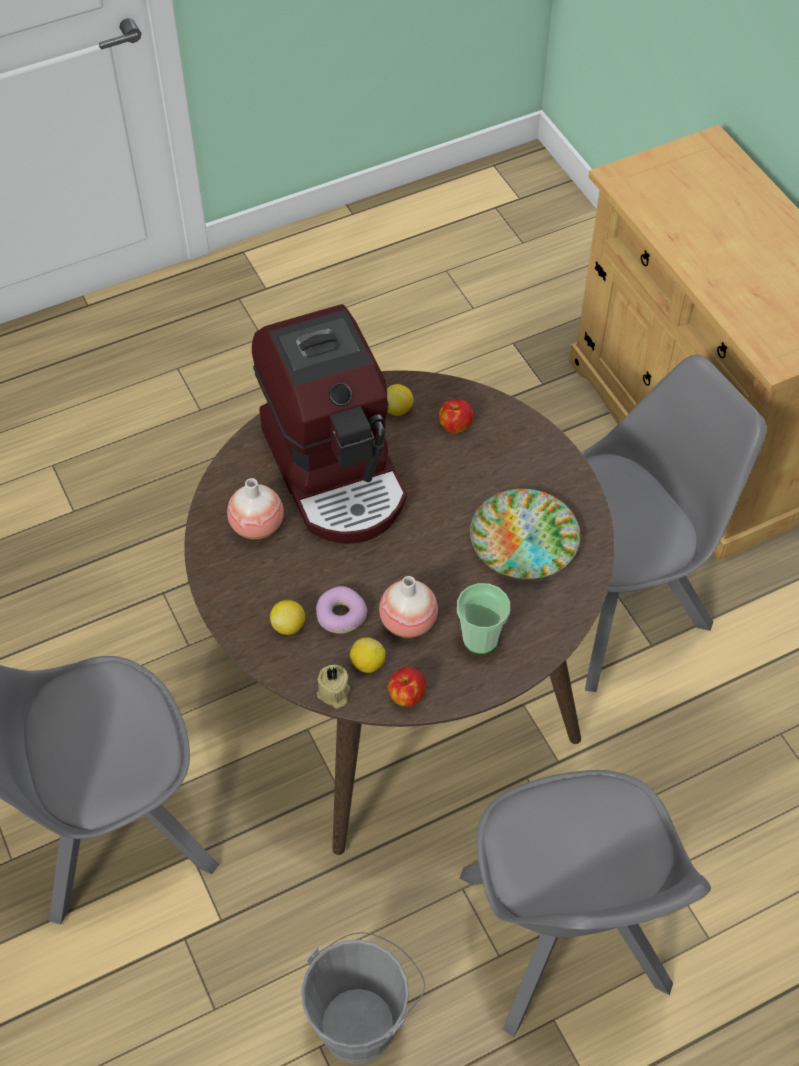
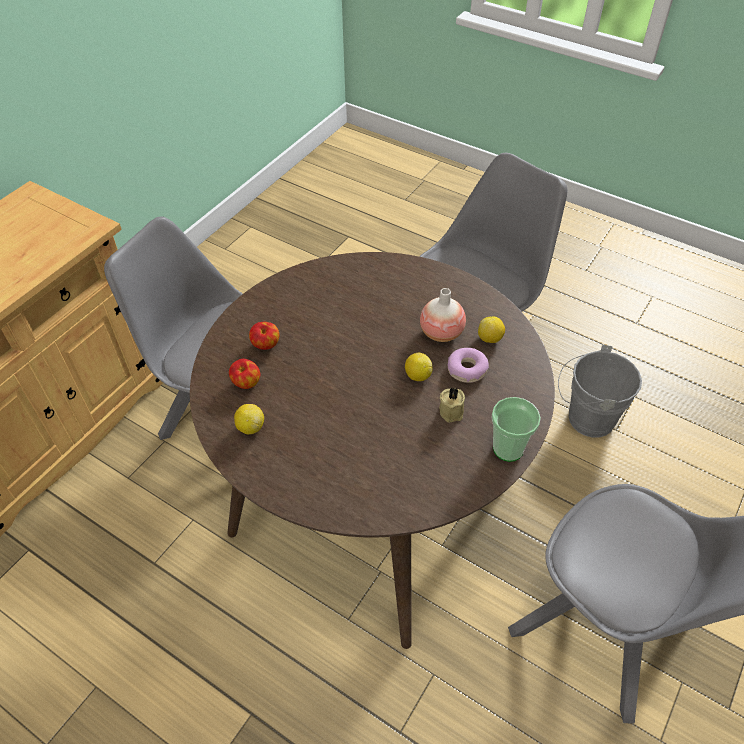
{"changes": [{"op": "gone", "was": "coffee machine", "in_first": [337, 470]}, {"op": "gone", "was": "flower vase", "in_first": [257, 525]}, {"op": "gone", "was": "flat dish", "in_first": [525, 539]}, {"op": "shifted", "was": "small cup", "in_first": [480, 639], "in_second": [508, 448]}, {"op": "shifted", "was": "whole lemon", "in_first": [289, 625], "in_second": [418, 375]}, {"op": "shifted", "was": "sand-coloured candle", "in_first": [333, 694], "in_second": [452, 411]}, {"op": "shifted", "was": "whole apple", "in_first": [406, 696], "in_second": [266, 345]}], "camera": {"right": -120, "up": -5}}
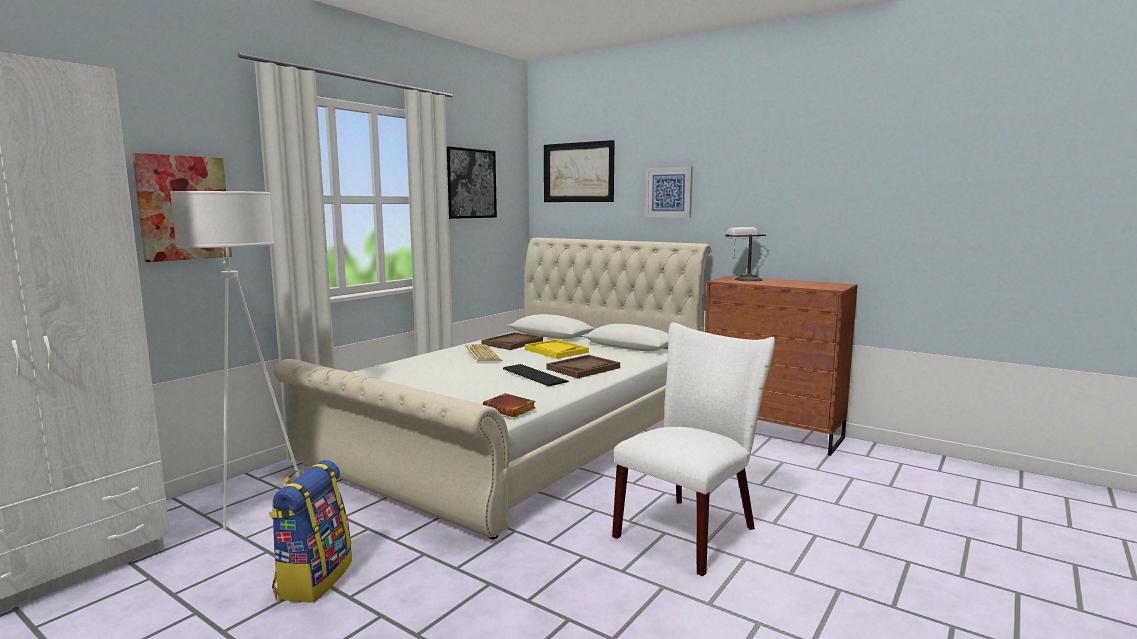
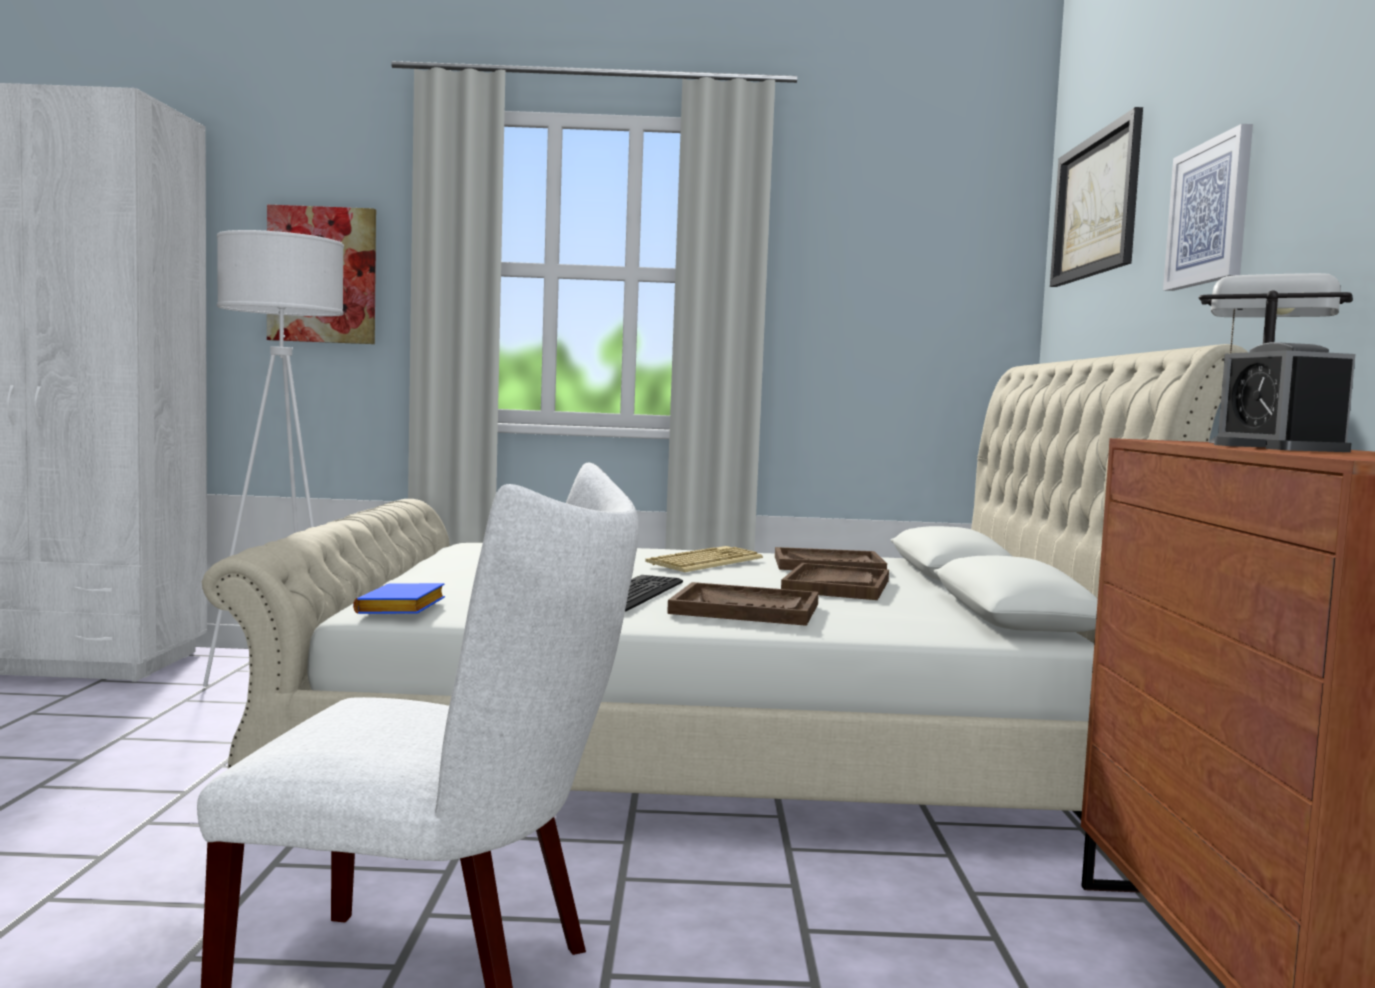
{"changes": [{"op": "gone", "was": "wall picture", "in_first": [469, 183]}, {"op": "repainted", "was": "yellowish carrying tray", "now": "brown-coloured carrying tray", "in_first": [556, 351], "in_second": [836, 586]}, {"op": "repainted", "was": "brown-coloured book", "now": "blue-coloured book", "in_first": [511, 410], "in_second": [402, 609]}, {"op": "gone", "was": "knapsack", "in_first": [313, 579]}, {"op": "new", "now": "table clock", "in_second": [1279, 448]}], "camera": {"right": 55, "up": -5}}
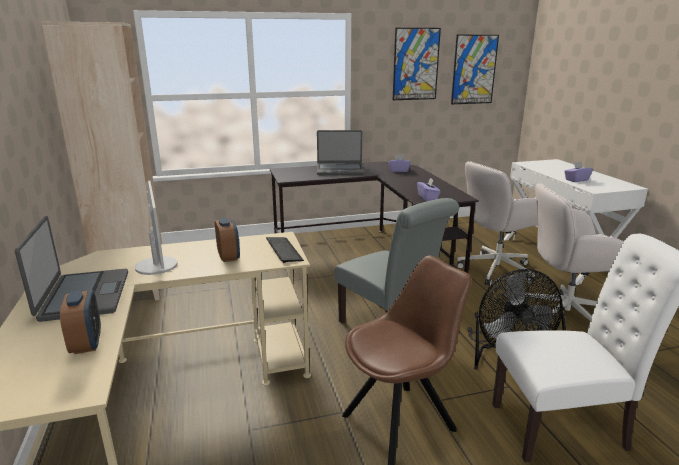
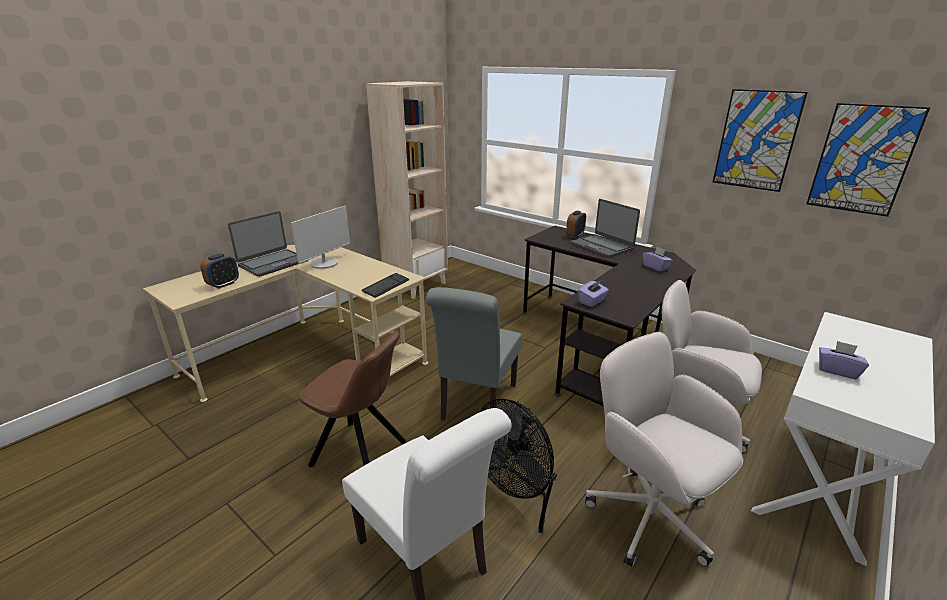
{"changes": [{"op": "shifted", "was": "table clock", "in_first": [228, 257], "in_second": [575, 235]}], "camera": {"right": 55, "up": 5}}
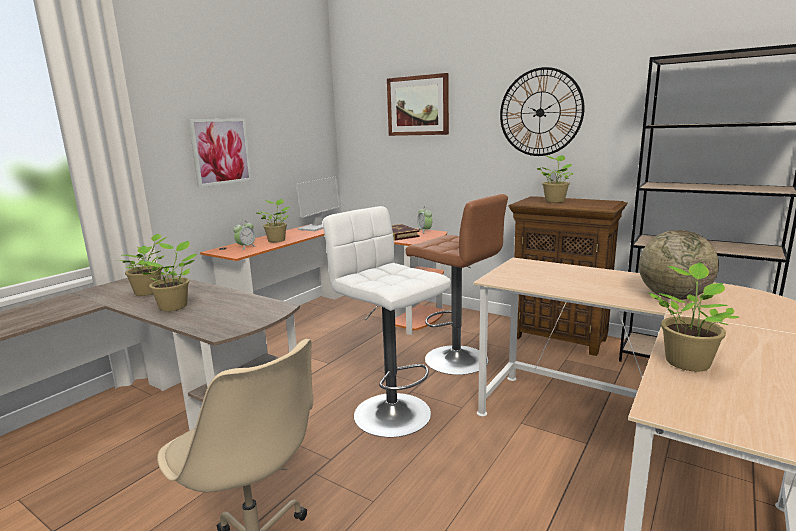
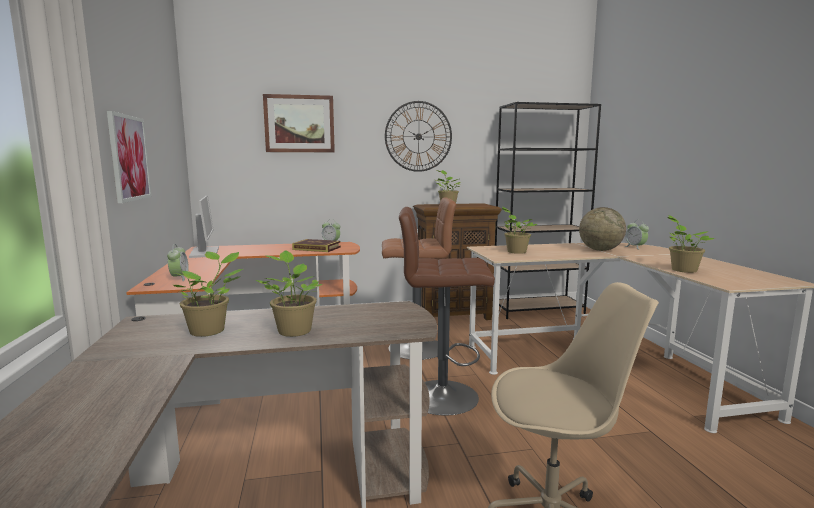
{"changes": [{"op": "shifted", "was": "potted plant", "in_first": [277, 240], "in_second": [515, 251]}, {"op": "repainted", "was": "whitish sitting stool", "now": "brown-coloured sitting stool", "in_first": [392, 413], "in_second": [441, 397]}, {"op": "new", "now": "table clock", "in_second": [635, 247]}], "camera": {"right": -45, "up": -5}}
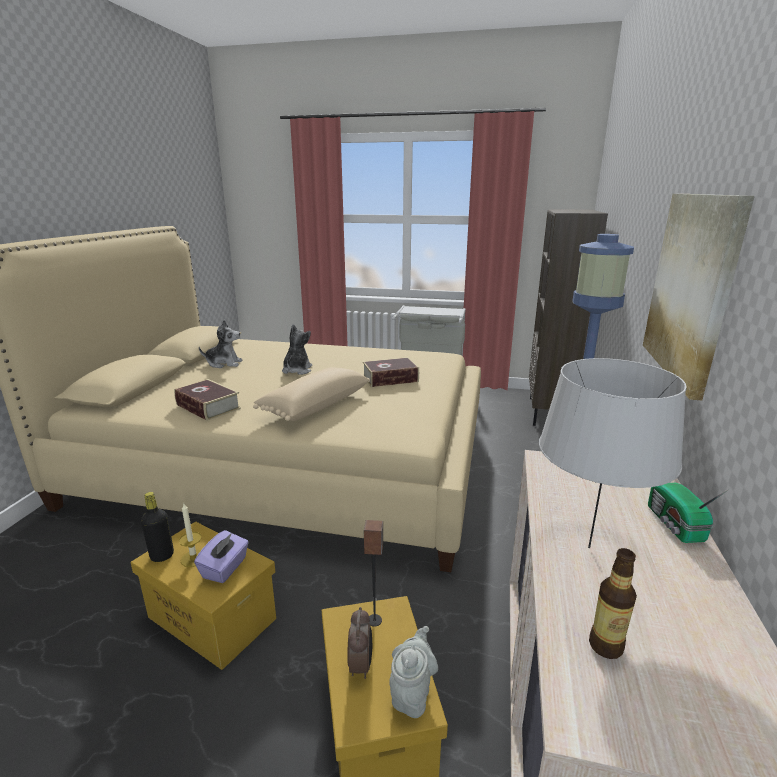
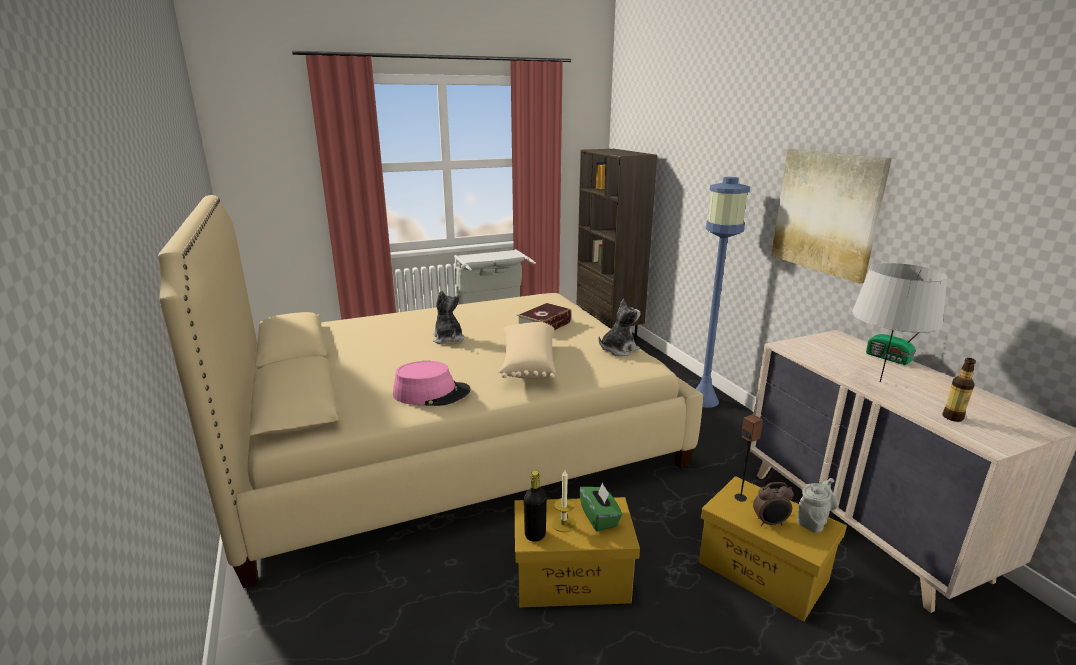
{"changes": [{"op": "shifted", "was": "cuddly toy", "in_first": [224, 363], "in_second": [618, 350]}, {"op": "swapped", "was": "book", "now": "pink-coloured clothing hat", "in_first": [208, 407], "in_second": [431, 393]}, {"op": "repainted", "was": "purple-coloured tissue holder", "now": "green-coloured tissue holder", "in_first": [225, 568], "in_second": [599, 518]}, {"op": "rotated", "was": "table clock", "in_first": [361, 665], "in_second": [770, 523], "clockwise": 120}, {"op": "rotated", "was": "grey tea pot", "in_first": [412, 693], "in_second": [813, 521], "clockwise": 60}], "camera": {"right": -35, "up": 0}}
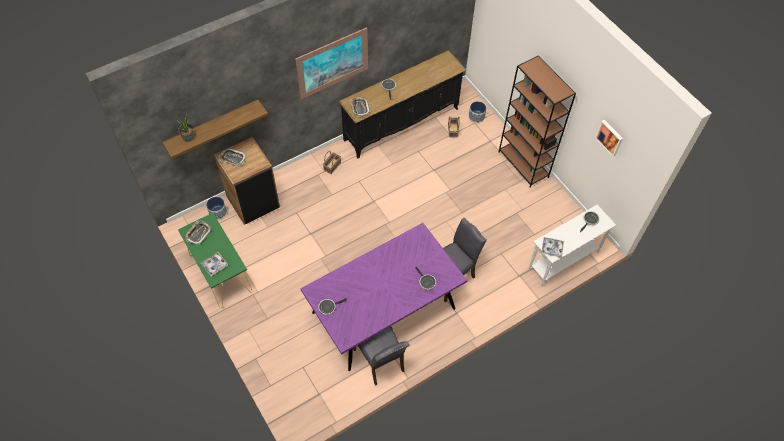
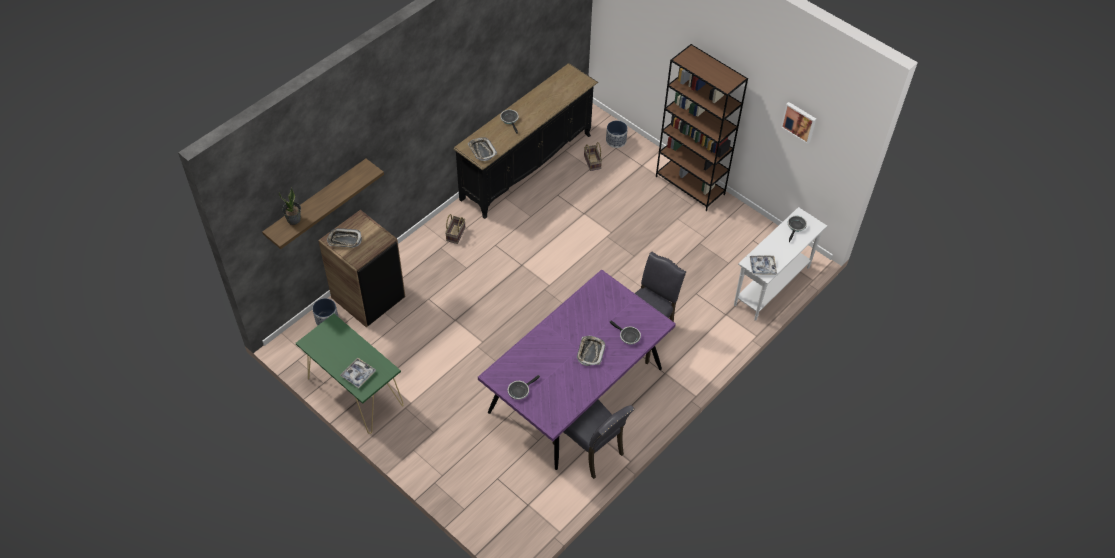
{"changes": [{"op": "gone", "was": "wall picture", "in_first": [333, 63]}, {"op": "shifted", "was": "carrying tray", "in_first": [198, 233], "in_second": [590, 352]}], "camera": {"right": -15, "up": -5}}
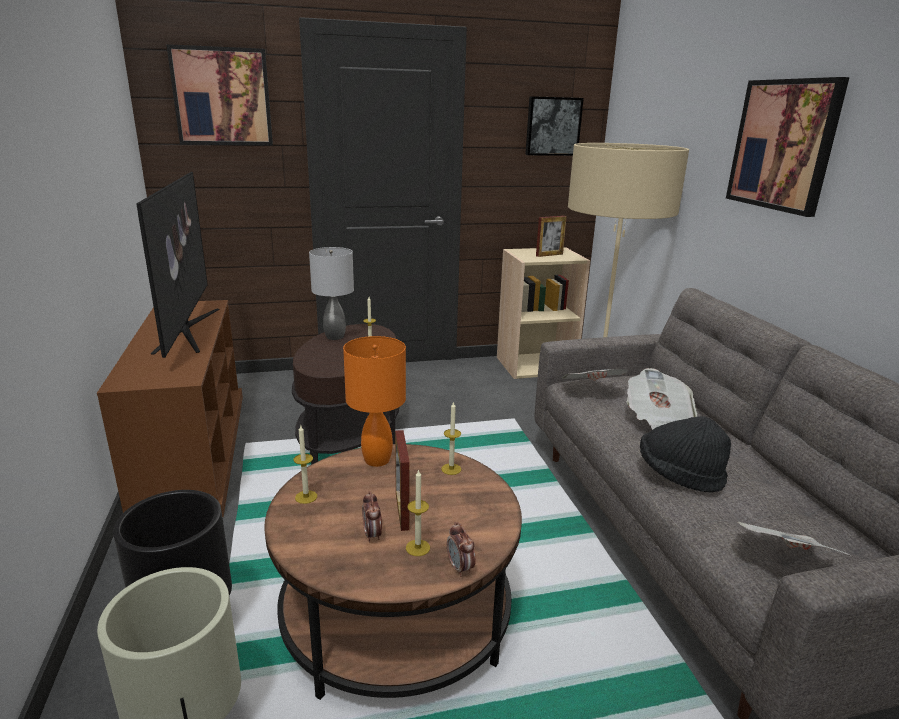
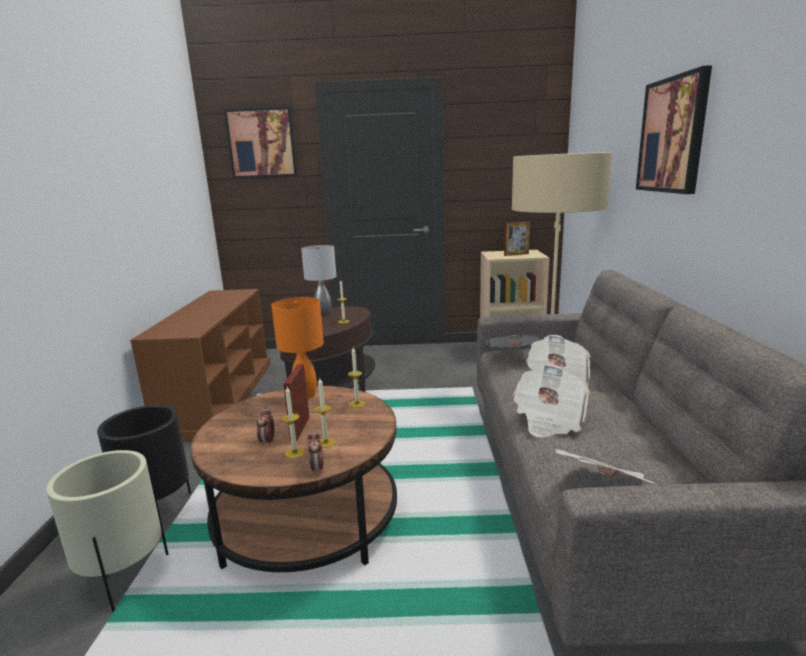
{"changes": [{"op": "gone", "was": "wall picture", "in_first": [552, 126]}, {"op": "gone", "was": "TV set", "in_first": [187, 330]}, {"op": "swapped", "was": "black clothing hat", "now": "printed paper", "in_first": [679, 475], "in_second": [548, 419]}, {"op": "shifted", "was": "candle", "in_first": [306, 497], "in_second": [326, 442]}], "camera": {"right": 15, "up": -5}}
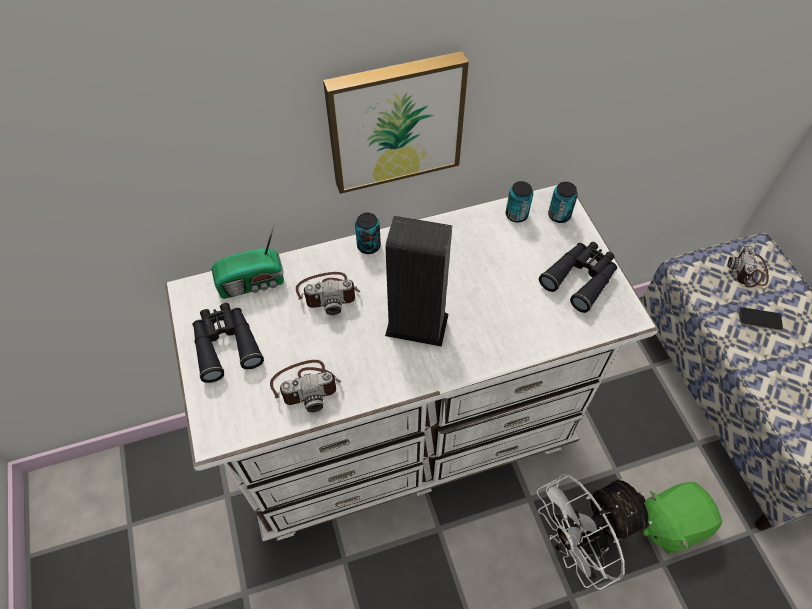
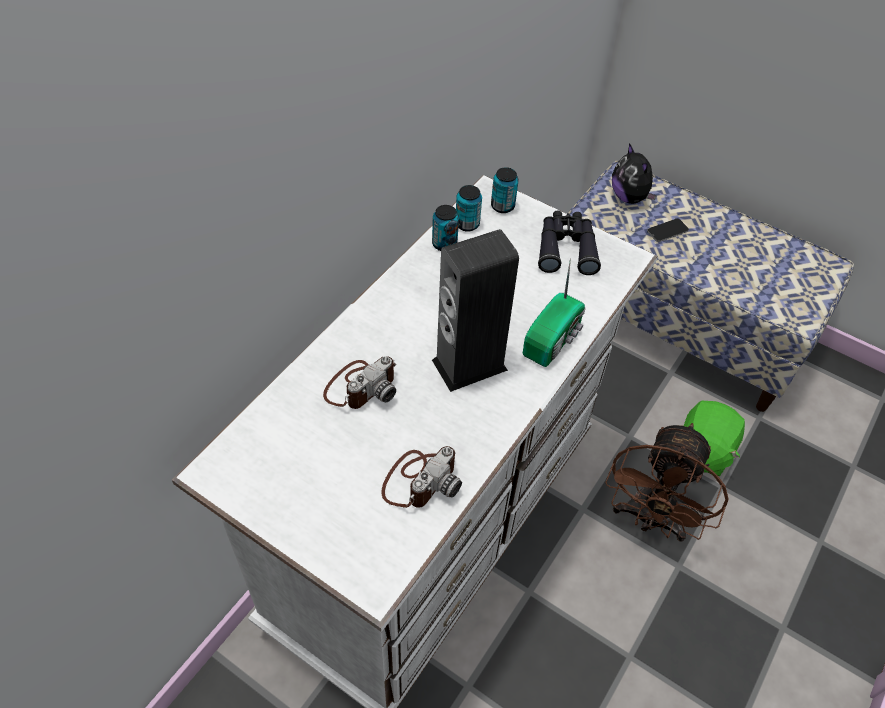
{"changes": [{"op": "gone", "was": "wall picture", "in_first": [395, 121]}, {"op": "shifted", "was": "metal can", "in_first": [368, 246], "in_second": [444, 244]}, {"op": "shifted", "was": "radio receiver", "in_first": [253, 283], "in_second": [554, 339]}, {"op": "swapped", "was": "photo camera", "now": "cuddly toy", "in_first": [749, 271], "in_second": [629, 197]}, {"op": "gone", "was": "black binoculars", "in_first": [226, 344]}, {"op": "repainted", "was": "whitish electric fan", "now": "brown-coloured electric fan", "in_first": [577, 544], "in_second": [649, 519]}], "camera": {"right": -40, "up": -5}}
